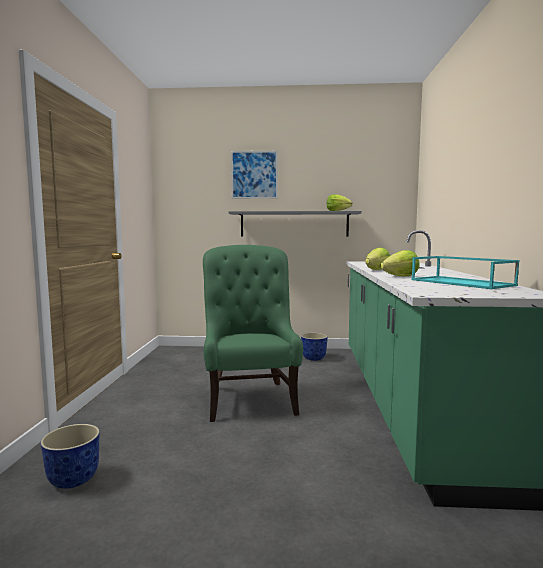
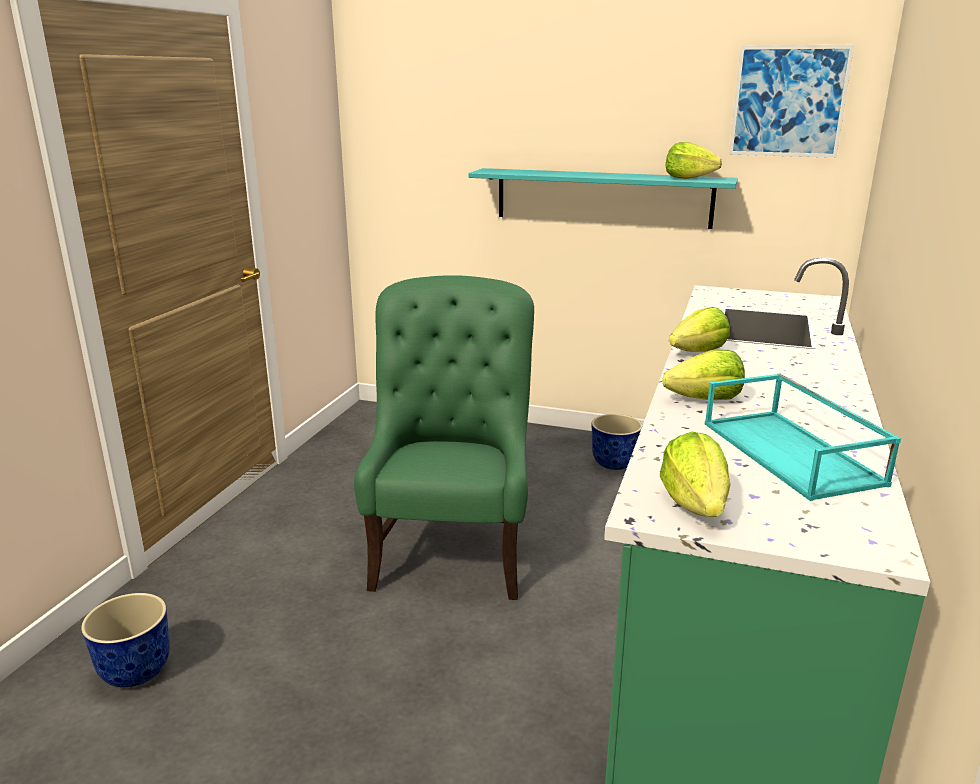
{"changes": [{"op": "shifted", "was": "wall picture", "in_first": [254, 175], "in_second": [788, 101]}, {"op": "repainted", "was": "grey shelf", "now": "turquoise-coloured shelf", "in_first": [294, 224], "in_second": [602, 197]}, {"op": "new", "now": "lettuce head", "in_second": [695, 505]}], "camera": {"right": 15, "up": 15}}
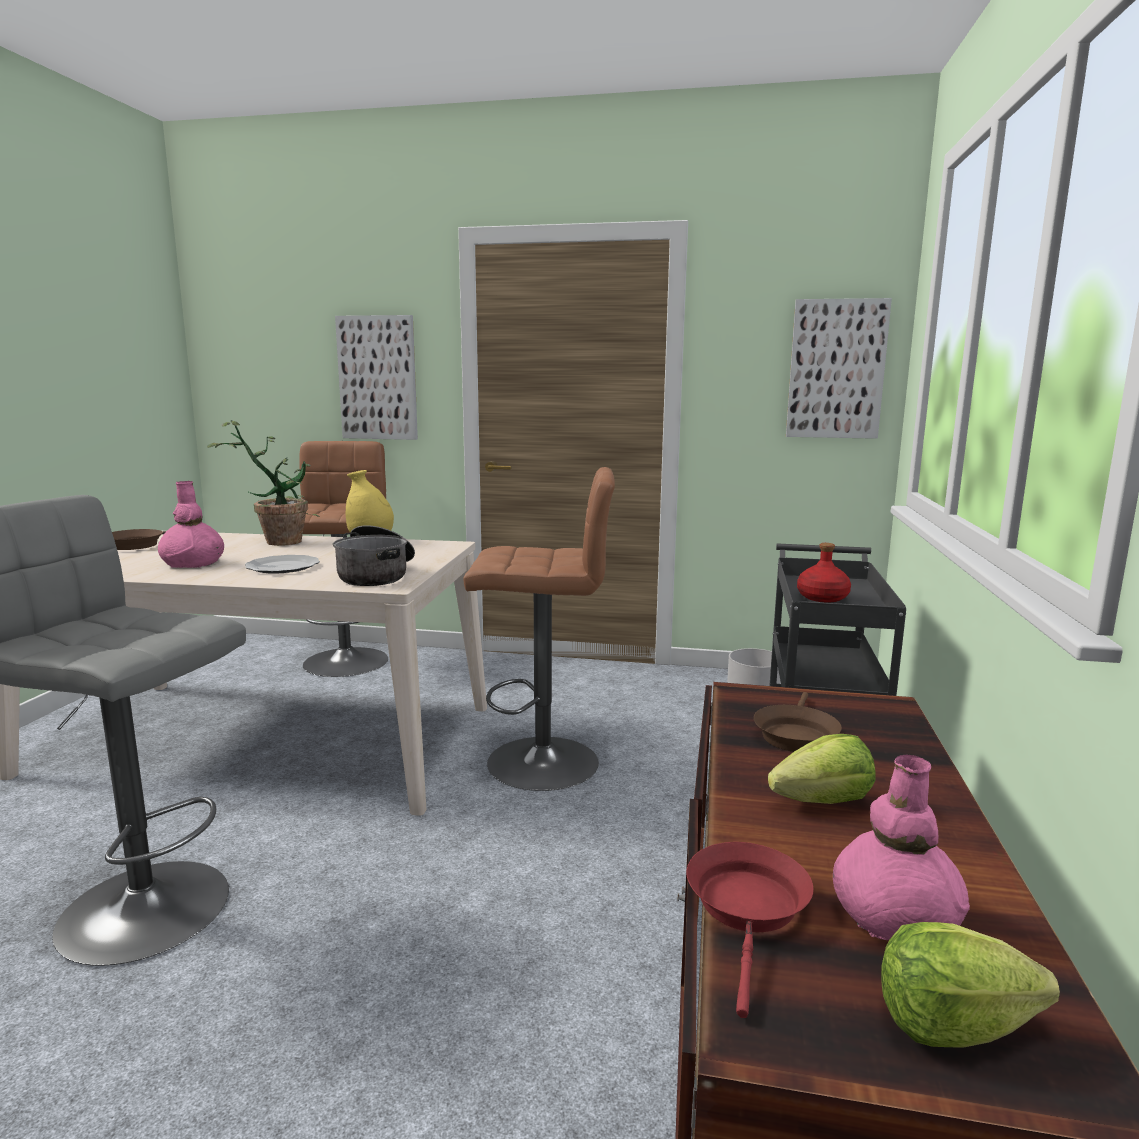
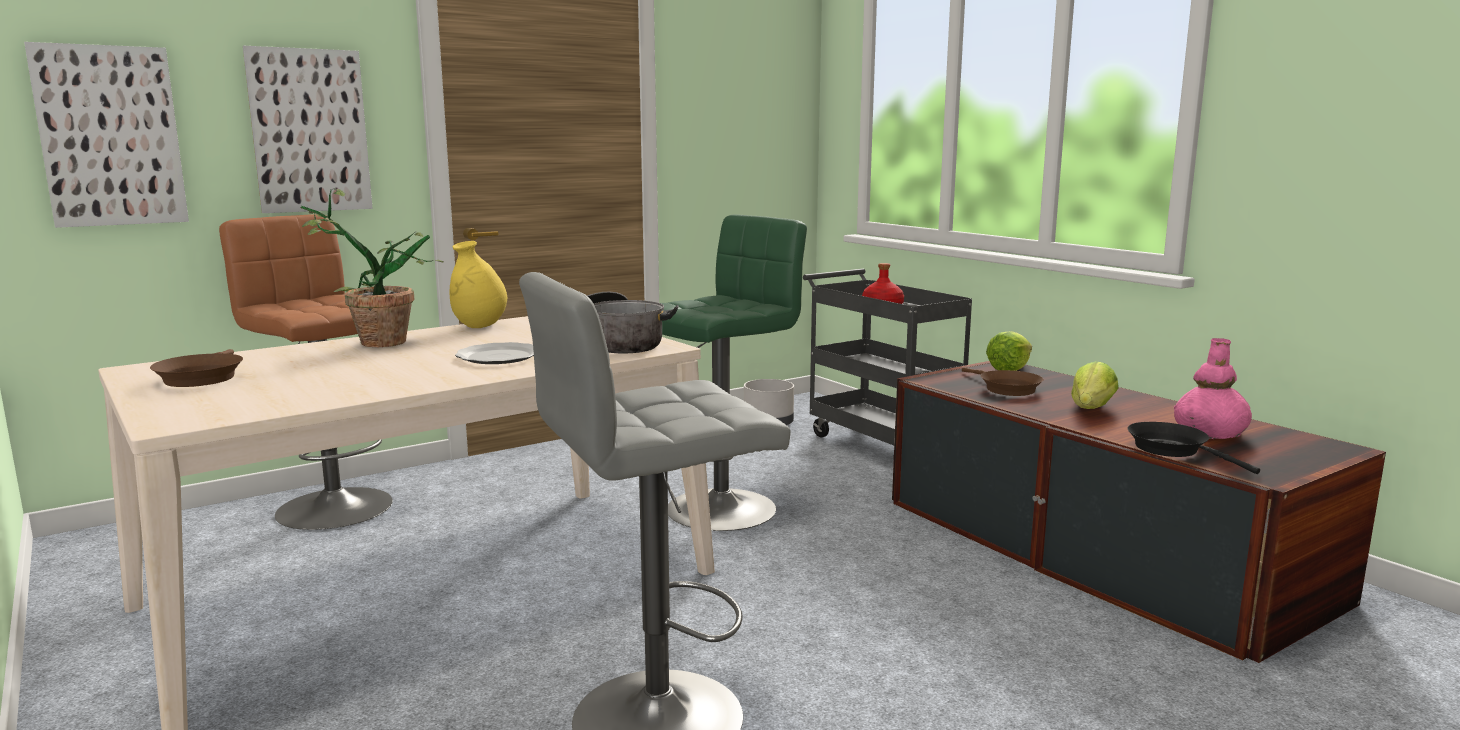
{"changes": [{"op": "shifted", "was": "wall picture", "in_first": [836, 369], "in_second": [110, 136]}, {"op": "repainted", "was": "brown-coloured sitting stool", "now": "green-coloured sitting stool", "in_first": [544, 764], "in_second": [723, 510]}, {"op": "gone", "was": "pink-coloured flower vase", "in_first": [193, 563]}, {"op": "repainted", "was": "red frying pan", "now": "black frying pan", "in_first": [748, 909], "in_second": [1173, 450]}, {"op": "shifted", "was": "lettuce head", "in_first": [952, 1024], "in_second": [1009, 369]}], "camera": {"right": -45, "up": 0}}
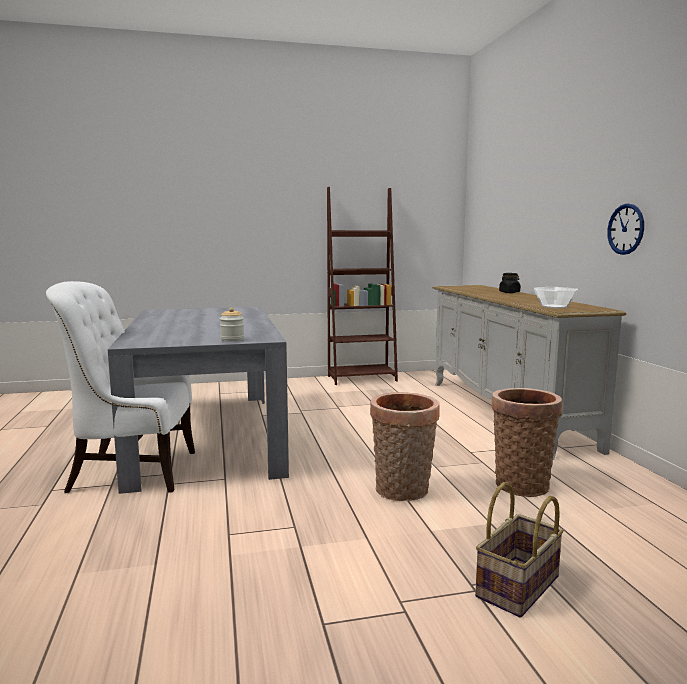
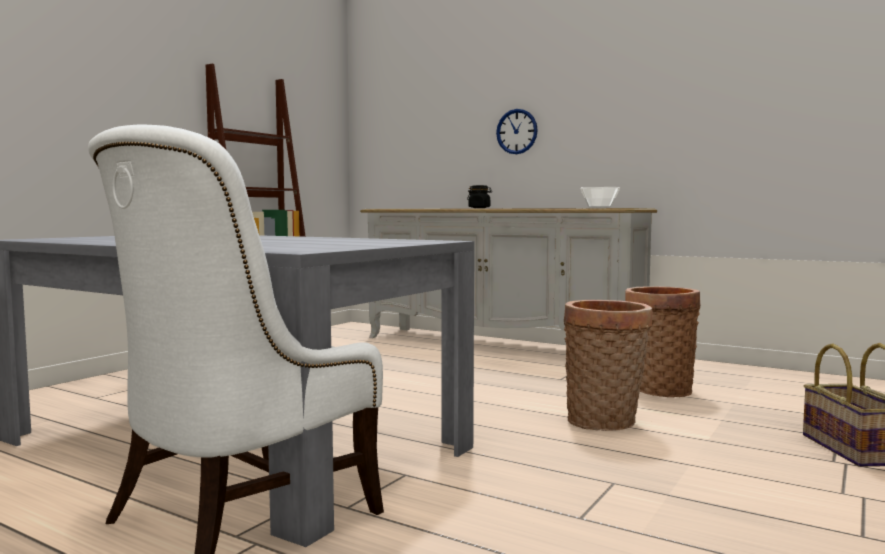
{"changes": [{"op": "shifted", "was": "clock on the wall", "in_first": [625, 229], "in_second": [517, 131]}, {"op": "gone", "was": "storage jar", "in_first": [232, 339]}], "camera": {"right": -45, "up": -5}}
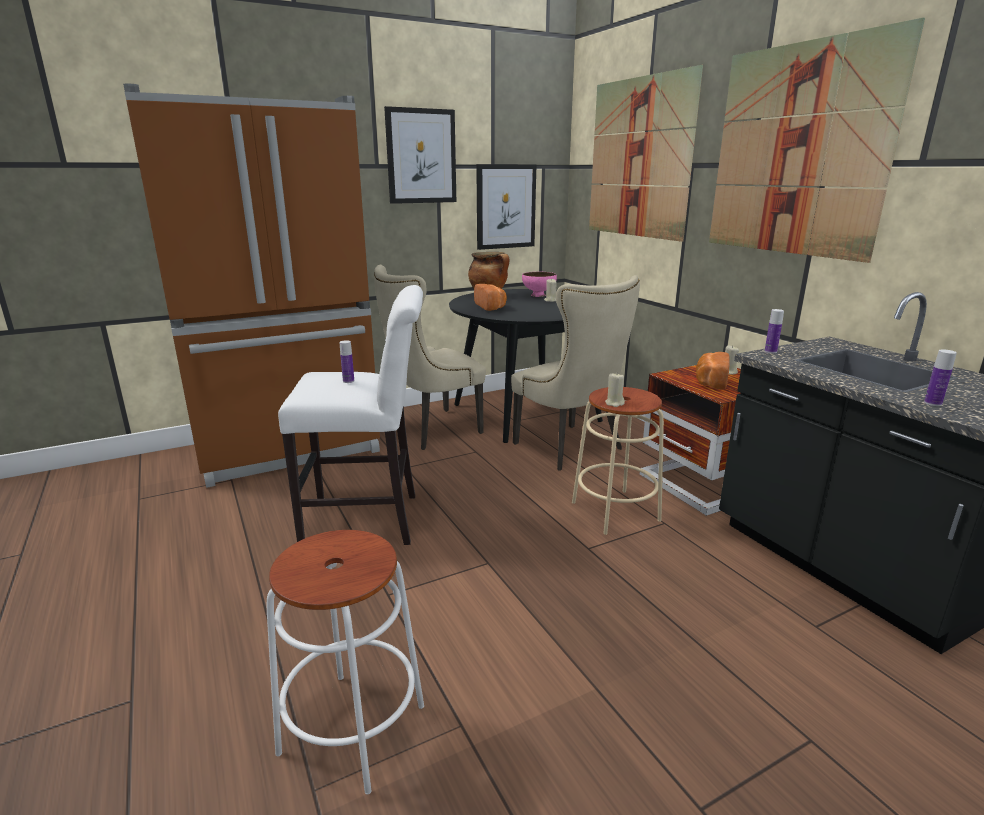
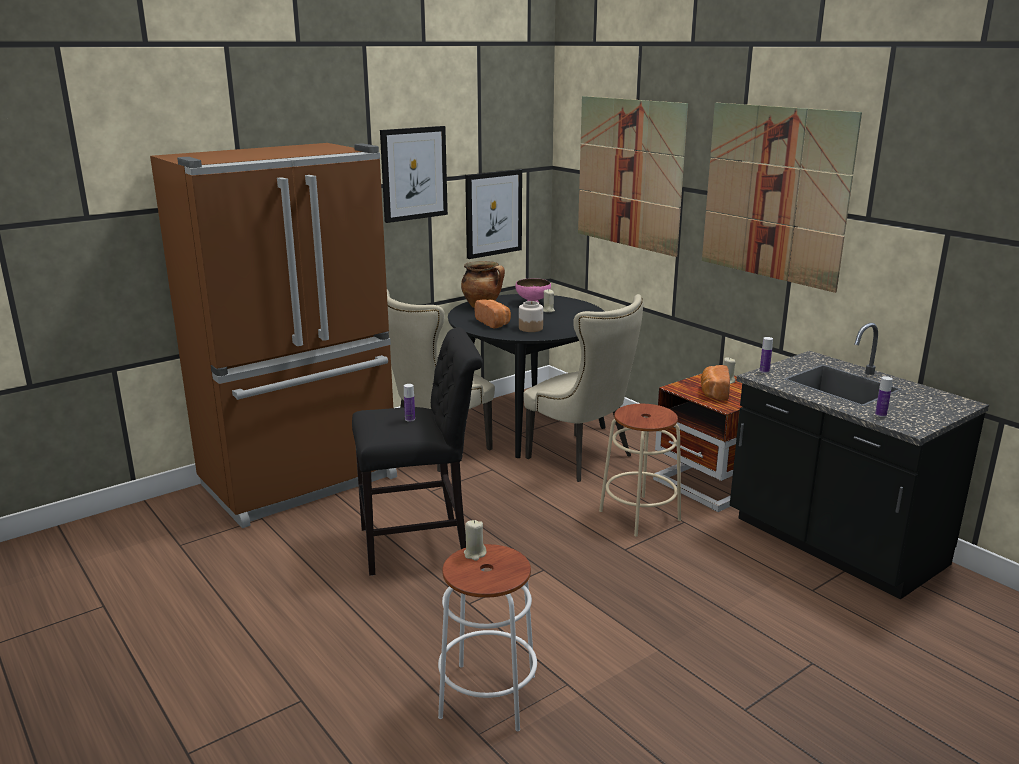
{"changes": [{"op": "repainted", "was": "whitish sitting stool", "now": "black sitting stool", "in_first": [369, 521], "in_second": [421, 545]}, {"op": "shifted", "was": "sand-coloured candle", "in_first": [614, 403], "in_second": [474, 554]}, {"op": "new", "now": "storage jar", "in_second": [530, 328]}], "camera": {"right": -10, "up": 0}}
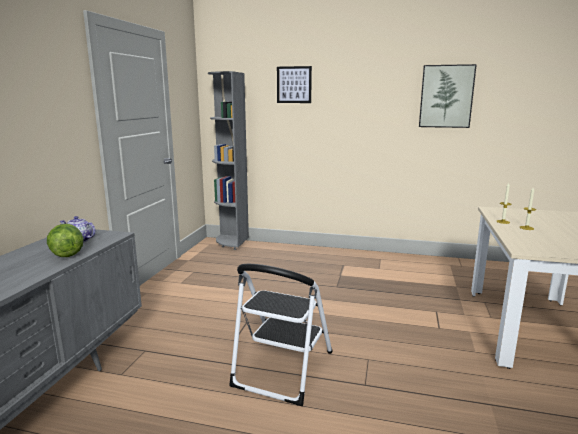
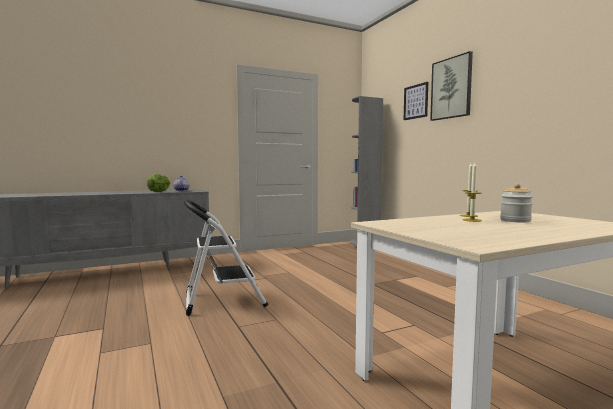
{"changes": [{"op": "shifted", "was": "wall picture", "in_first": [446, 96], "in_second": [451, 88]}, {"op": "new", "now": "storage jar", "in_second": [515, 220]}], "camera": {"right": 50, "up": -10}}
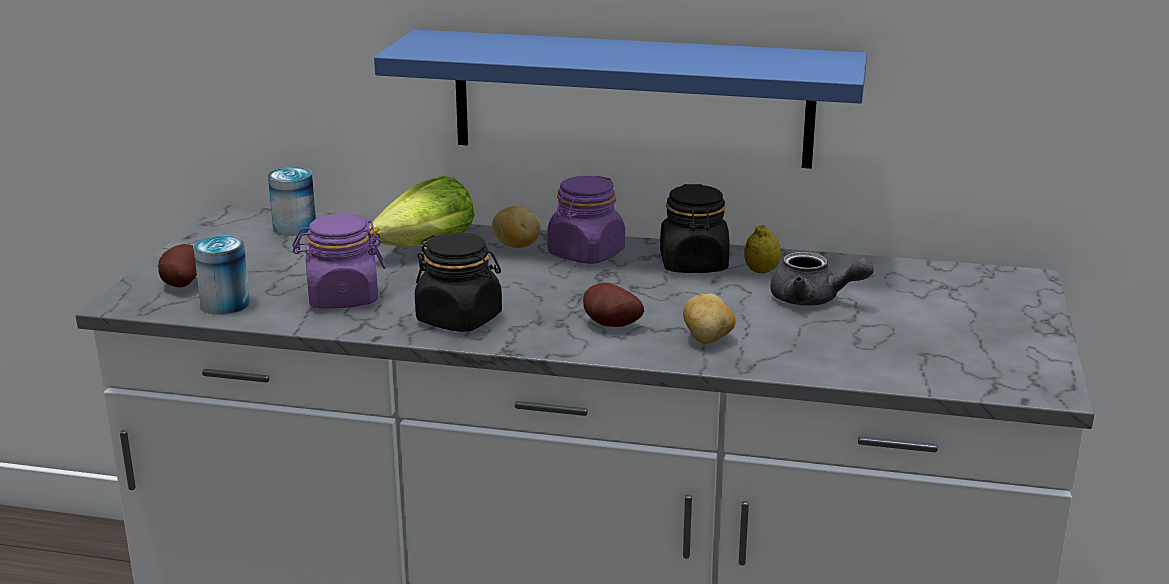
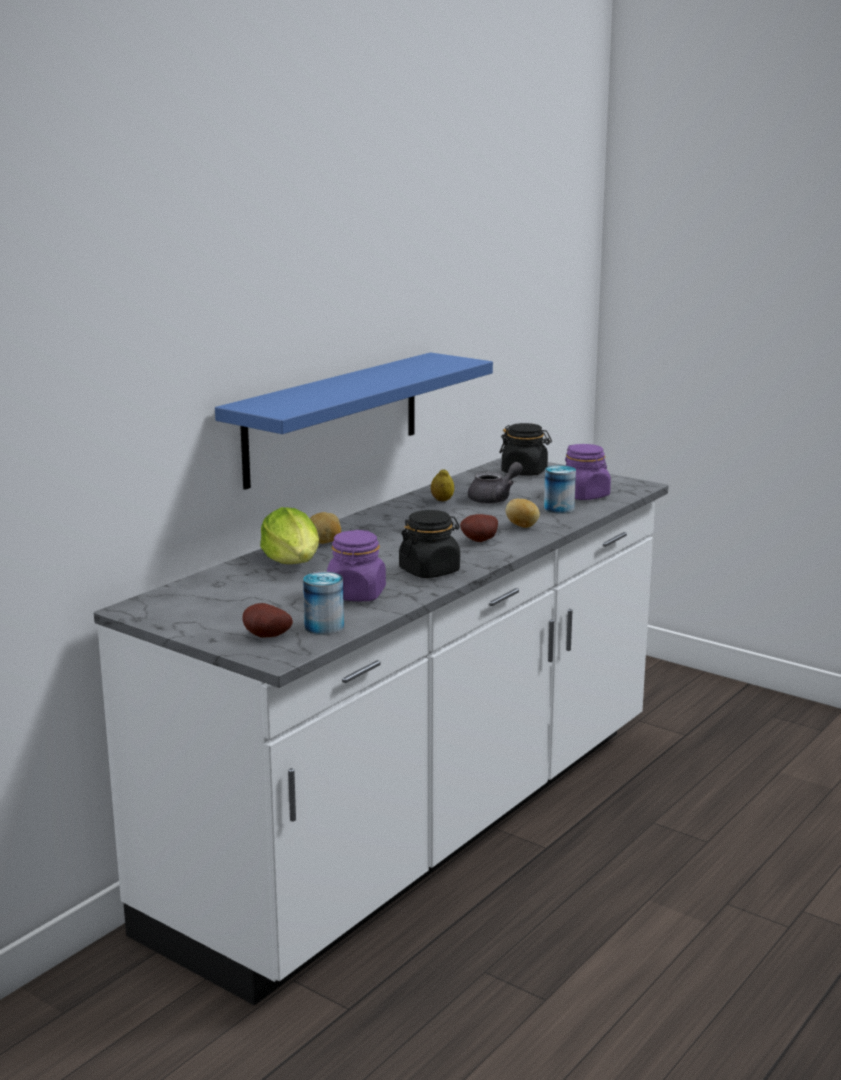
{"changes": [{"op": "shifted", "was": "metal can", "in_first": [294, 228], "in_second": [559, 508]}, {"op": "shifted", "was": "purple-coloured storage jar", "in_first": [586, 254], "in_second": [584, 496]}, {"op": "shifted", "was": "black storage jar", "in_first": [693, 264], "in_second": [524, 472]}], "camera": {"right": -65, "up": -5}}
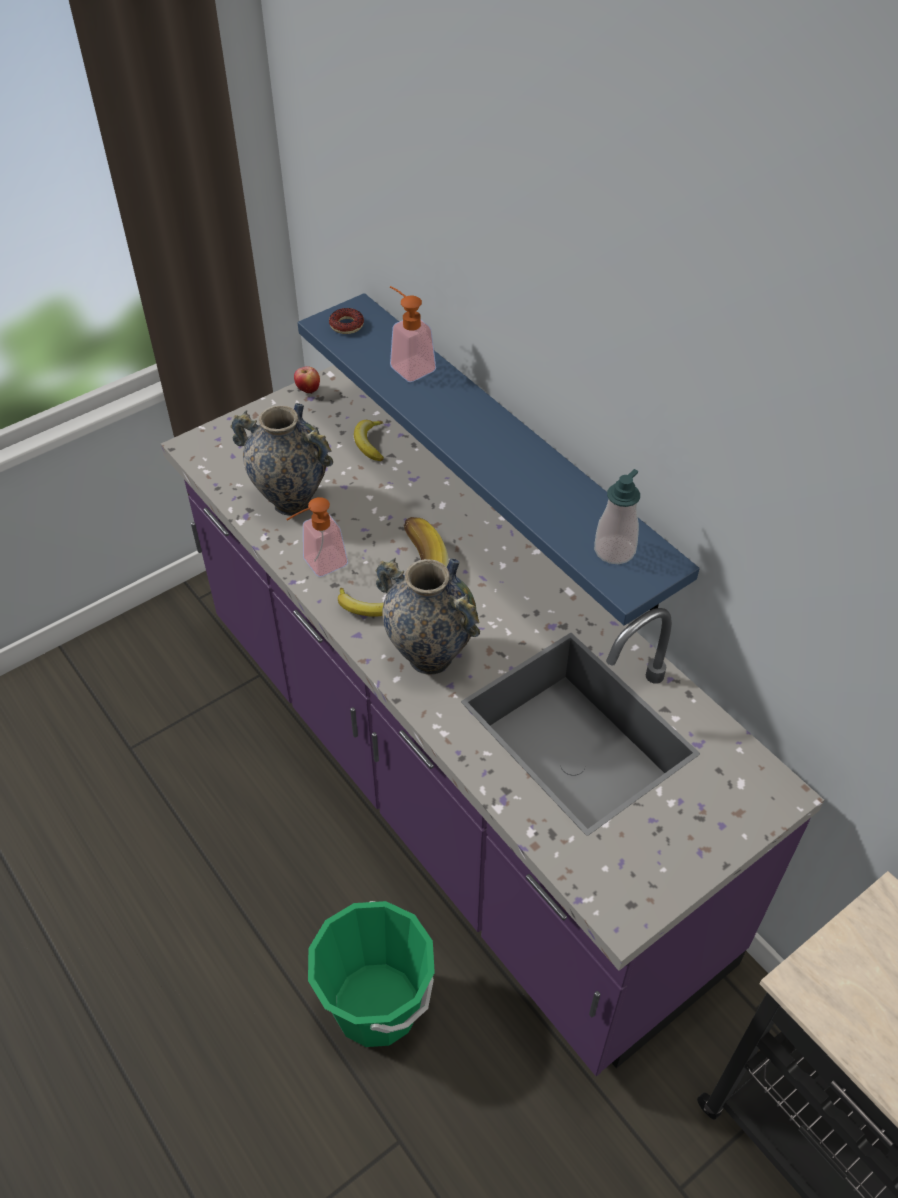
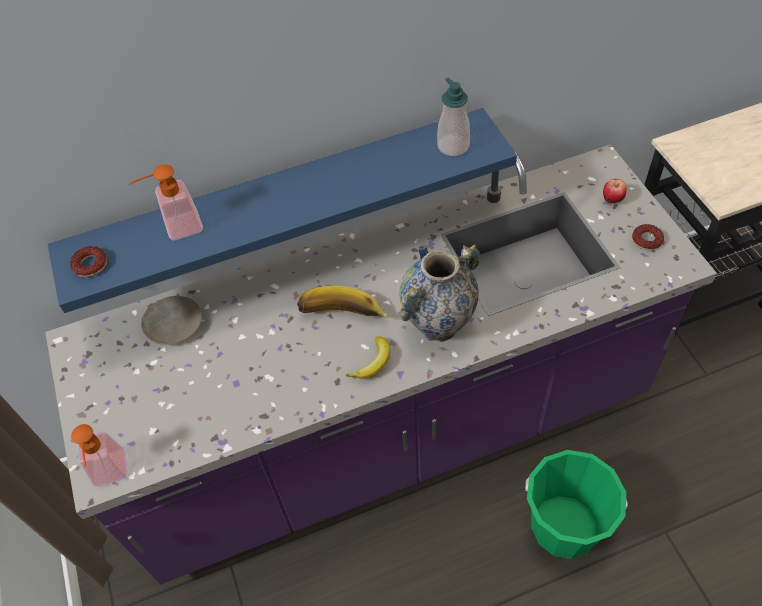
{"changes": [{"op": "shifted", "was": "whole apple", "in_first": [308, 391], "in_second": [612, 200]}, {"op": "gone", "was": "flower vase", "in_first": [291, 501]}, {"op": "swapped", "was": "whole banana", "now": "sand-coloured flat dish", "in_first": [369, 443], "in_second": [173, 324]}, {"op": "shifted", "was": "soap dispenser", "in_first": [318, 565], "in_second": [110, 475]}, {"op": "new", "now": "donut", "in_second": [647, 240]}], "camera": {"right": -70, "up": 5}}
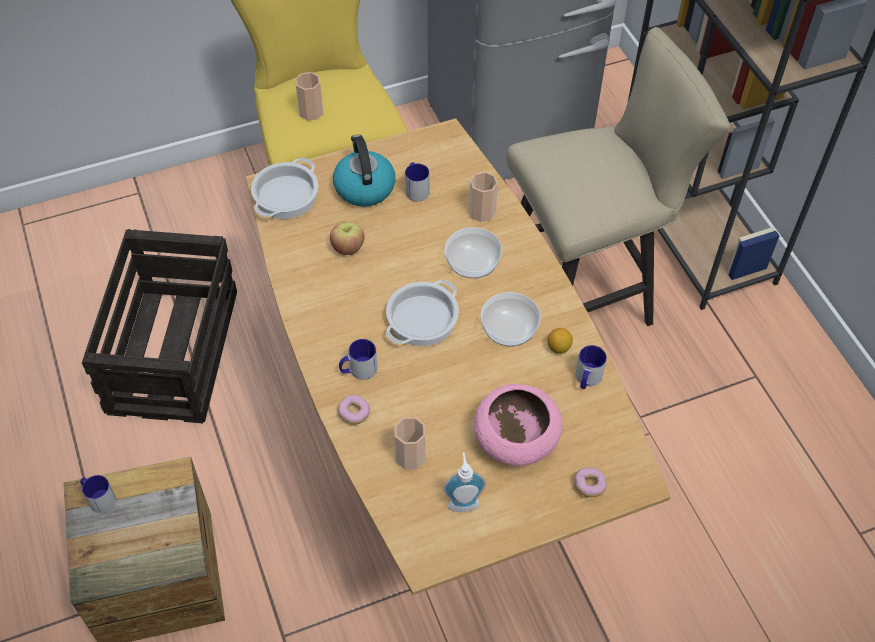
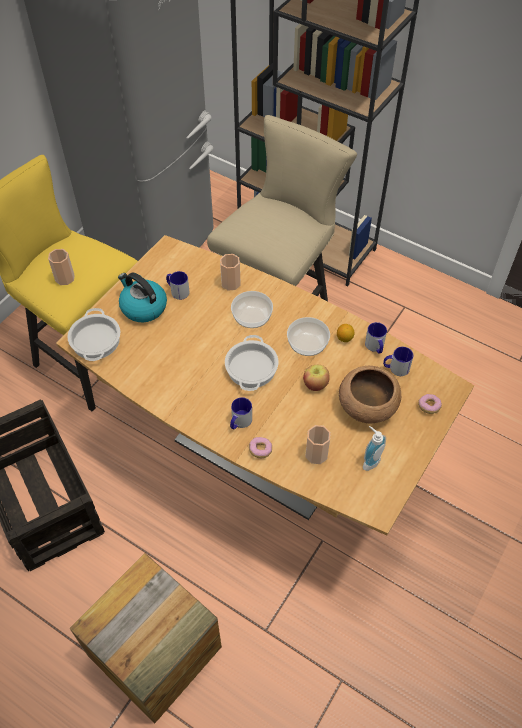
{"changes": [{"op": "shifted", "was": "whole apple", "in_first": [348, 248], "in_second": [315, 384]}, {"op": "repainted", "was": "pink-coloured bowl", "now": "brown-coloured bowl", "in_first": [516, 440], "in_second": [368, 406]}, {"op": "shifted", "was": "coffee mug", "in_first": [99, 498], "in_second": [395, 368]}], "camera": {"right": -35, "up": 0}}
